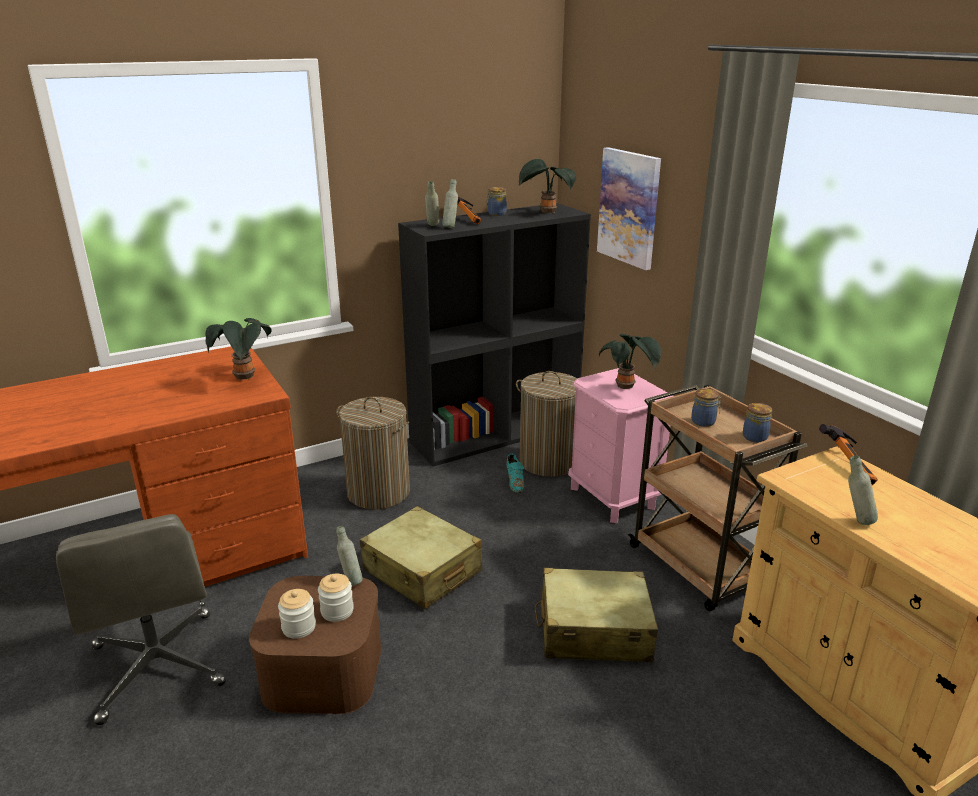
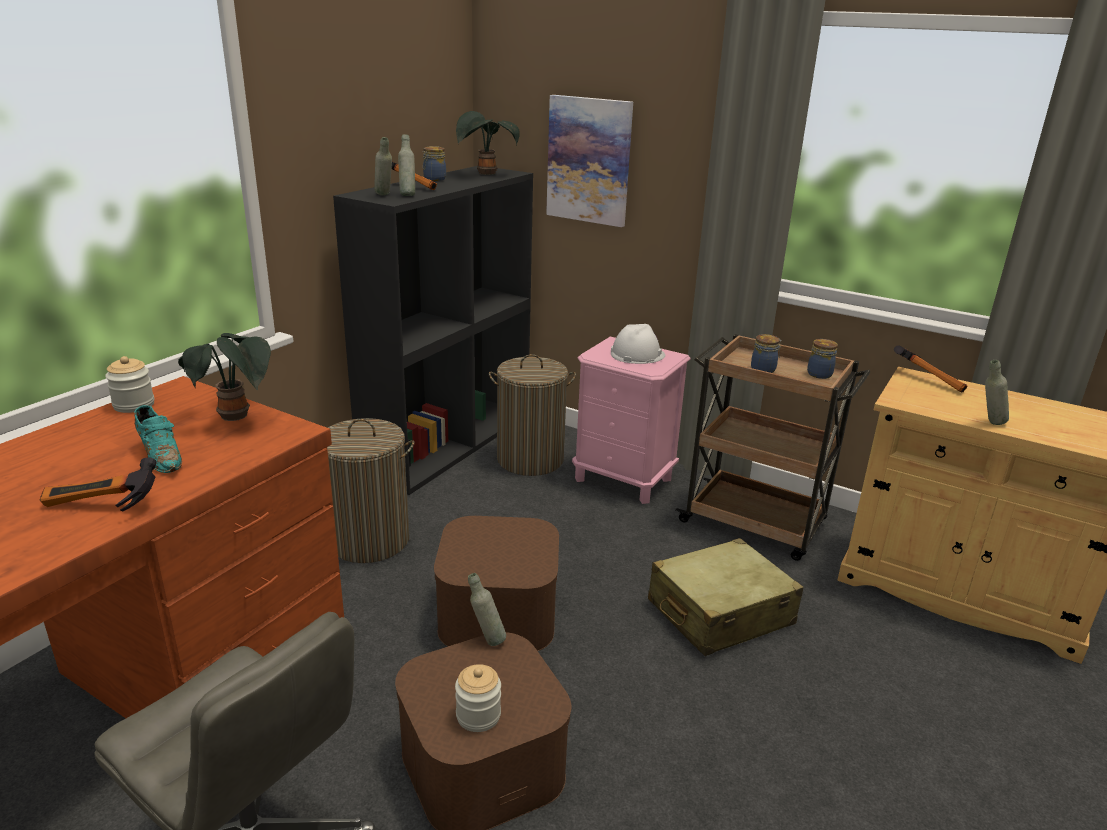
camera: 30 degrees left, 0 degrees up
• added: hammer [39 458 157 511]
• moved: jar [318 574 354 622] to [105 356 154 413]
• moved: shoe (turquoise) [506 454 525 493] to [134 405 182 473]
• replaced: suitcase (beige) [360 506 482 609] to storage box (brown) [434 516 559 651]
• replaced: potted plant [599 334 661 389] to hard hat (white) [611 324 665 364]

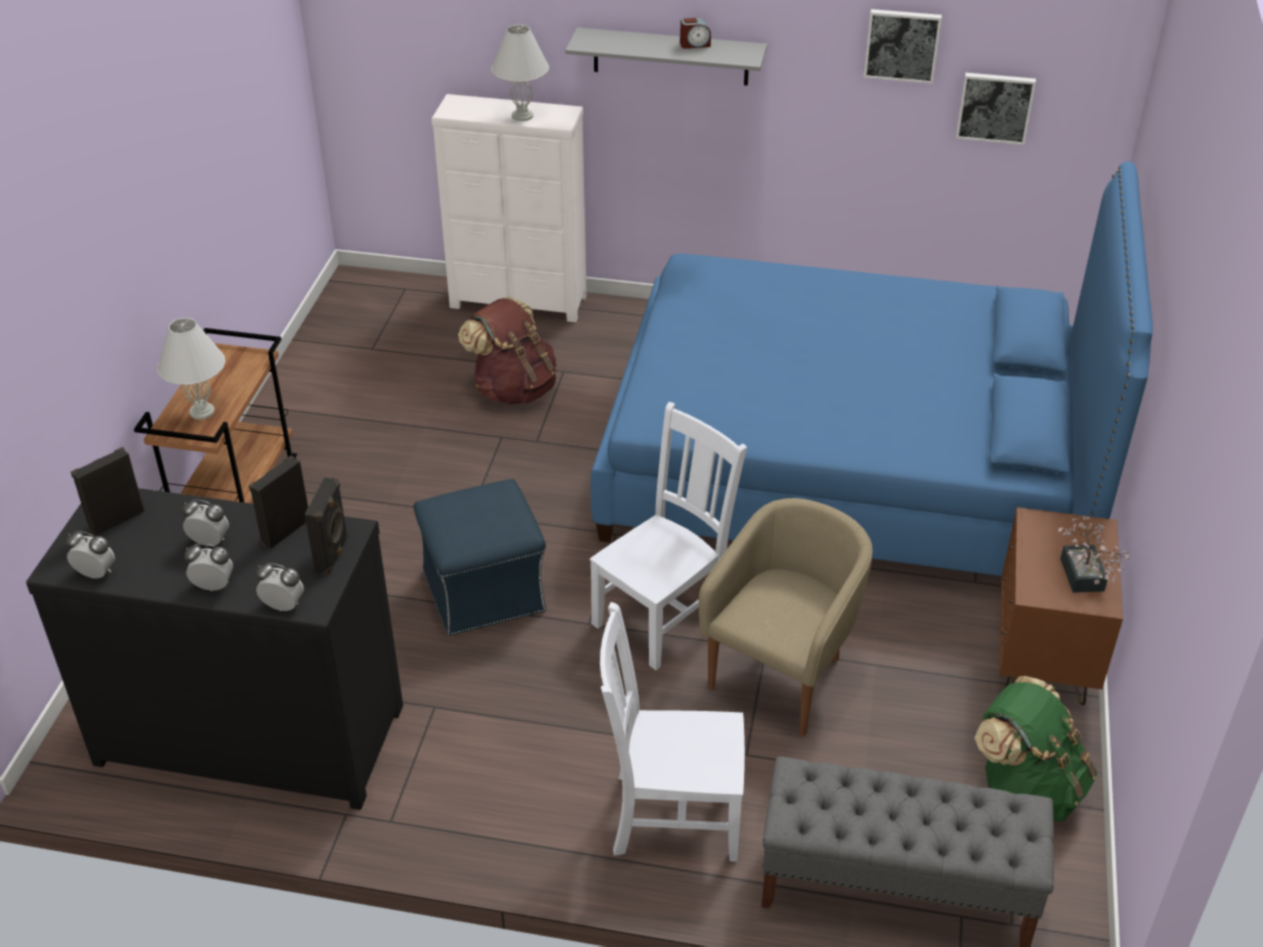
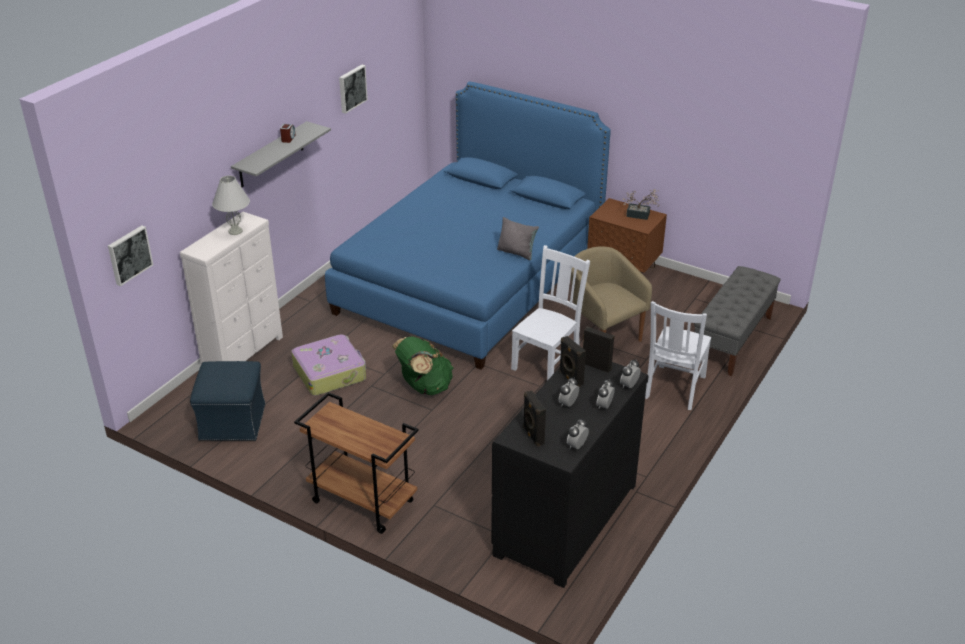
camera: 70 degrees left, 5 degrees down
• removed: table lamp (white) [157 318 225 420]
• added: pillow (grey) [497 217 539 260]
• moved: ottoman (blue) [413 479 546 635] to [190 361 265 441]
• moved: picture [956 73 1036 145] to [108 226 153 286]
• moved: backpack (green) [975 676 1097 822] to [392 337 453 395]
• replaced: backpack (brown) [458 297 556 404] to suitcase [291 335 366 396]
• turned: chair (white) [590 402 747 670] = [511 245 590 381] 60 degrees clockwise

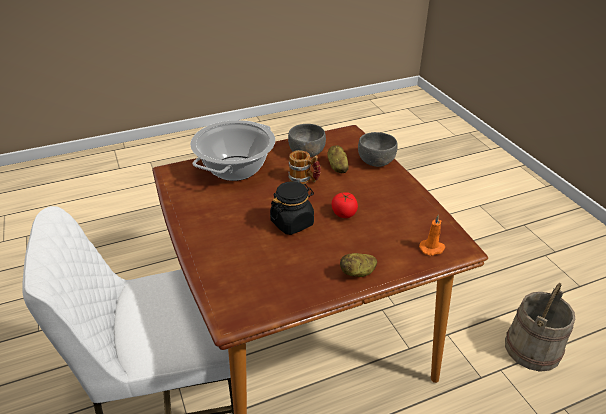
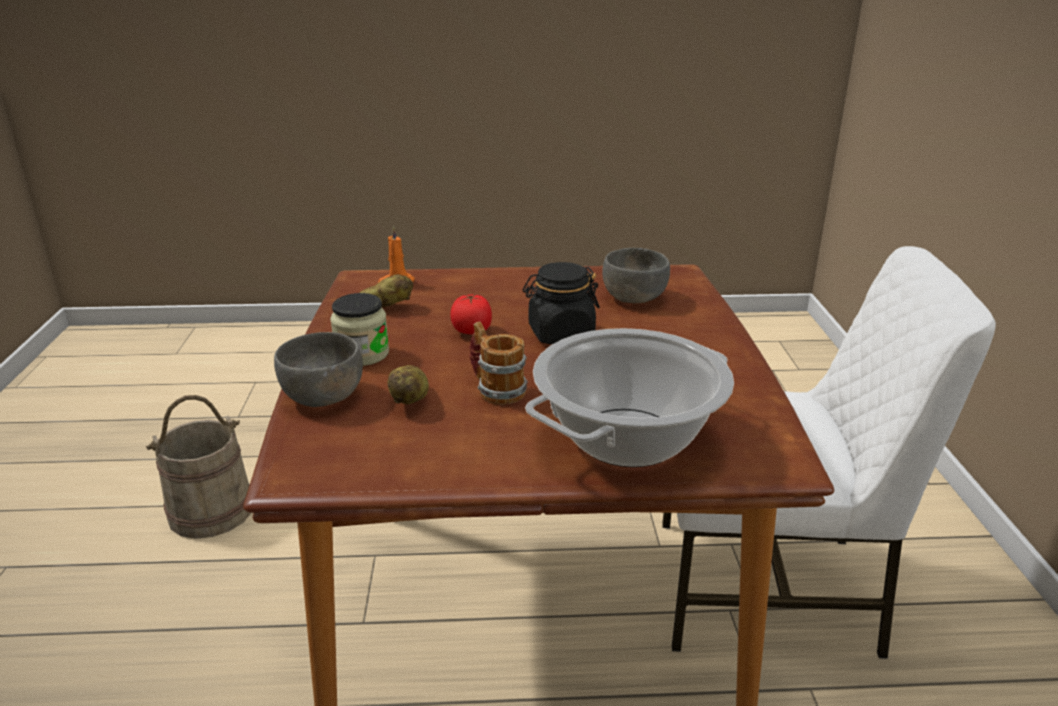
camera: 160 degrees left, 10 degrees down
• added: jar [330 293 389 366]
• moved: bowl (grey) [288 124 326 157] to [602 248 670 303]
• moved: potato [340 253 377 277] to [359 274 413 308]

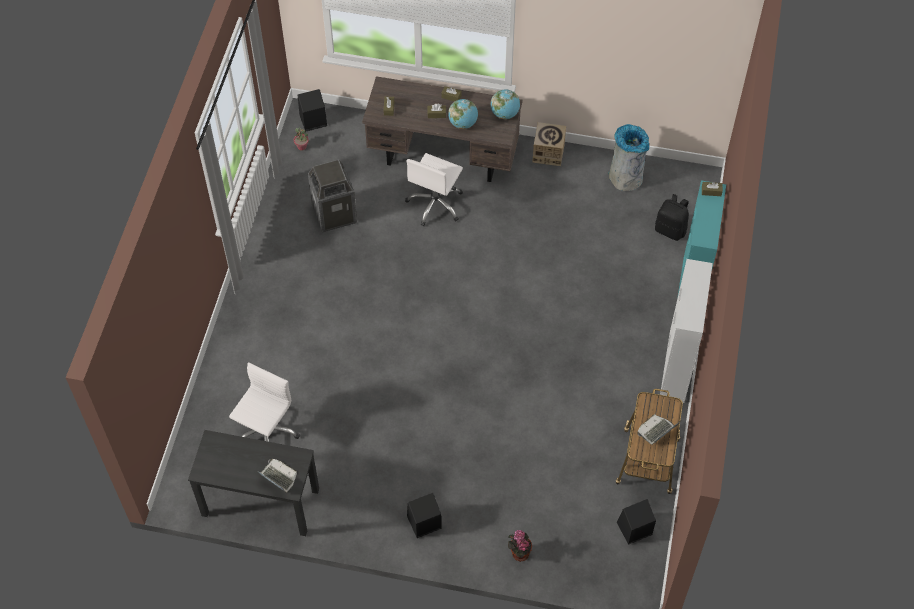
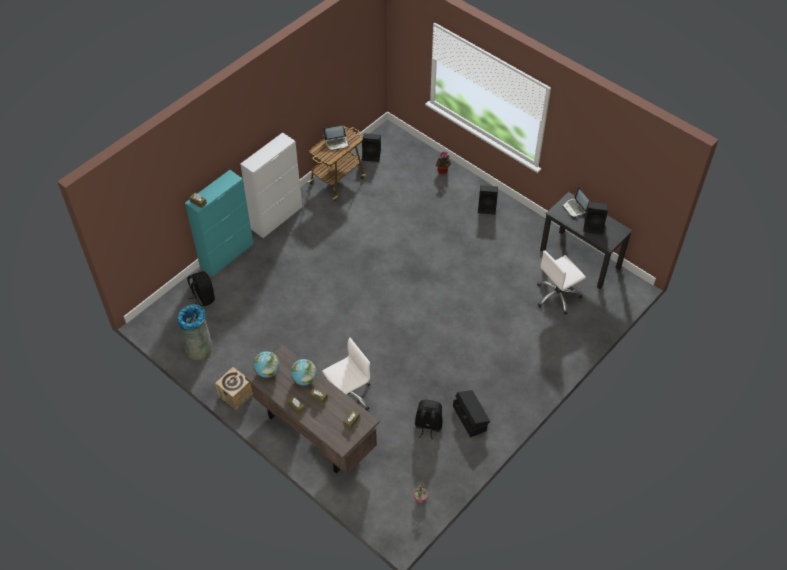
camera: 150 degrees left, 5 degrees down
• added: storage box (black) [453 390 490 438]
• moved: speaker (black) [298 89 327 132] to [583 202 608 235]
• replaced: trash can [308 160 357 232] to backpack (black) [415 400 442 439]

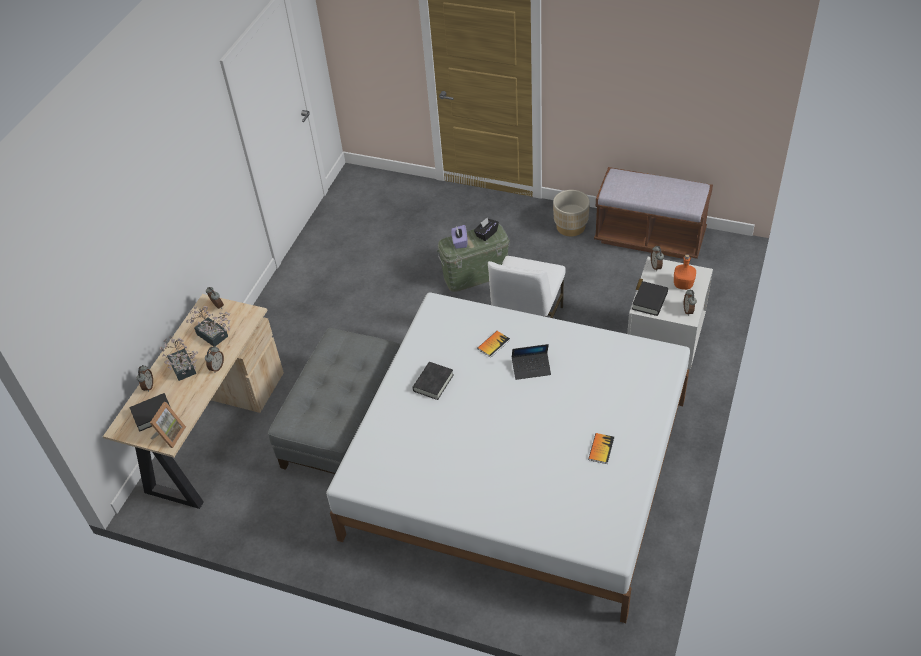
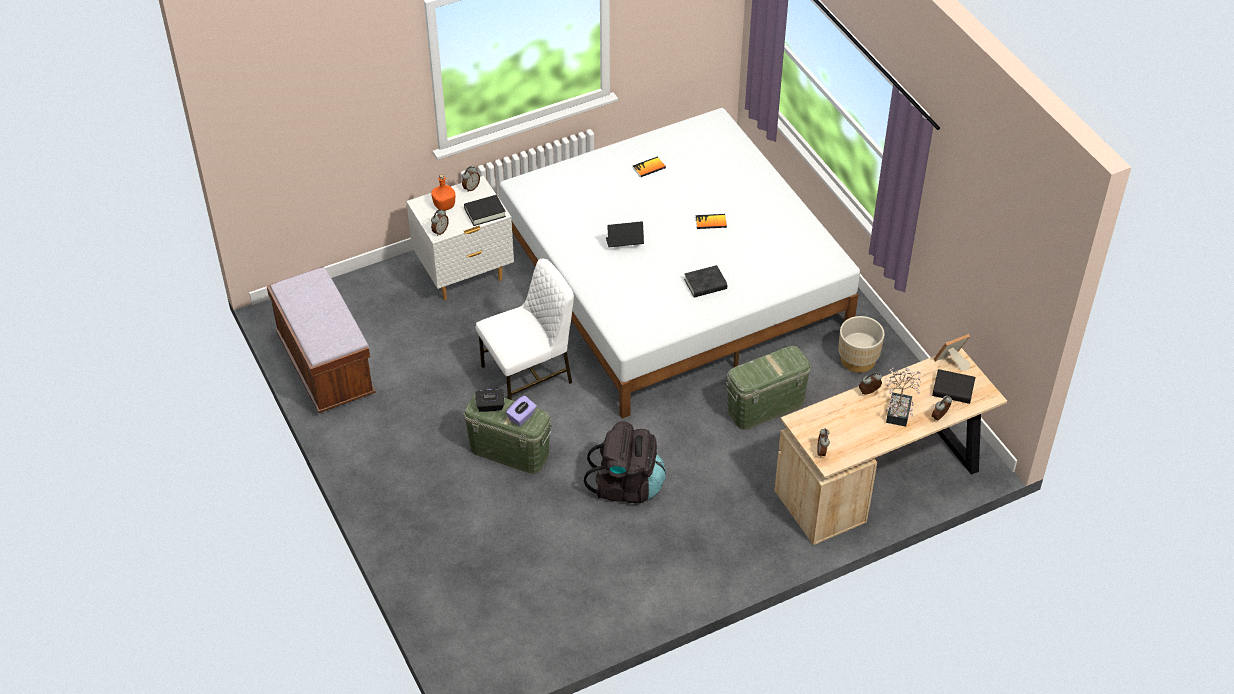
camera: 140 degrees left, 0 degrees up
• removed: potted plant [186 306 230 347]
• added: backpack (black) [584 421 666 503]
• moved: book [477 331 510 358] to [695 214 727 229]
• moved: planter (beige) [553 190 590 236] to [838 316 884 373]
• replaced: ottoman (grey) [268 328 400 474] to storage box (green) [726 346 811 430]
• turned: laptop [512 344 551 380] = [606 221 644 247] 45 degrees counterclockwise

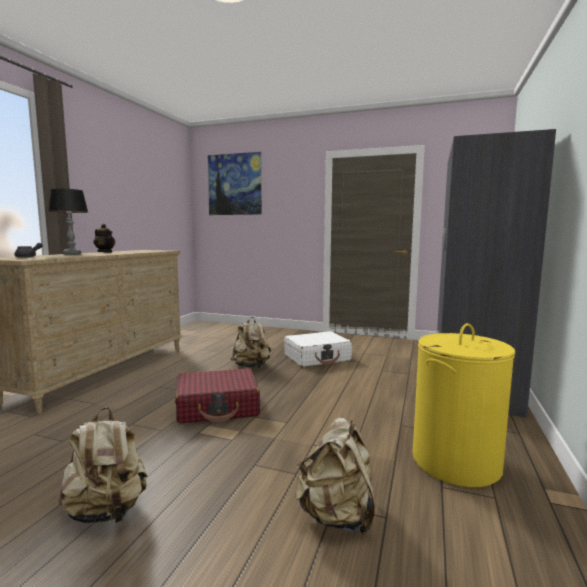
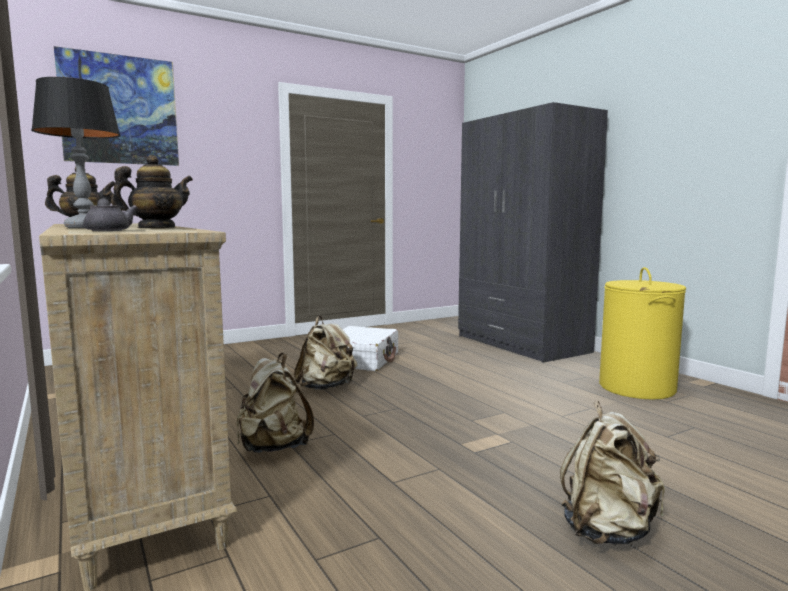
camera: 50 degrees left, 0 degrees up
• removed: suitcase (red) [175 368 260 424]
• added: teapot [111 155 193 228]
• moved: backpack (beige) [295 417 375 535] to [237 353 314 453]

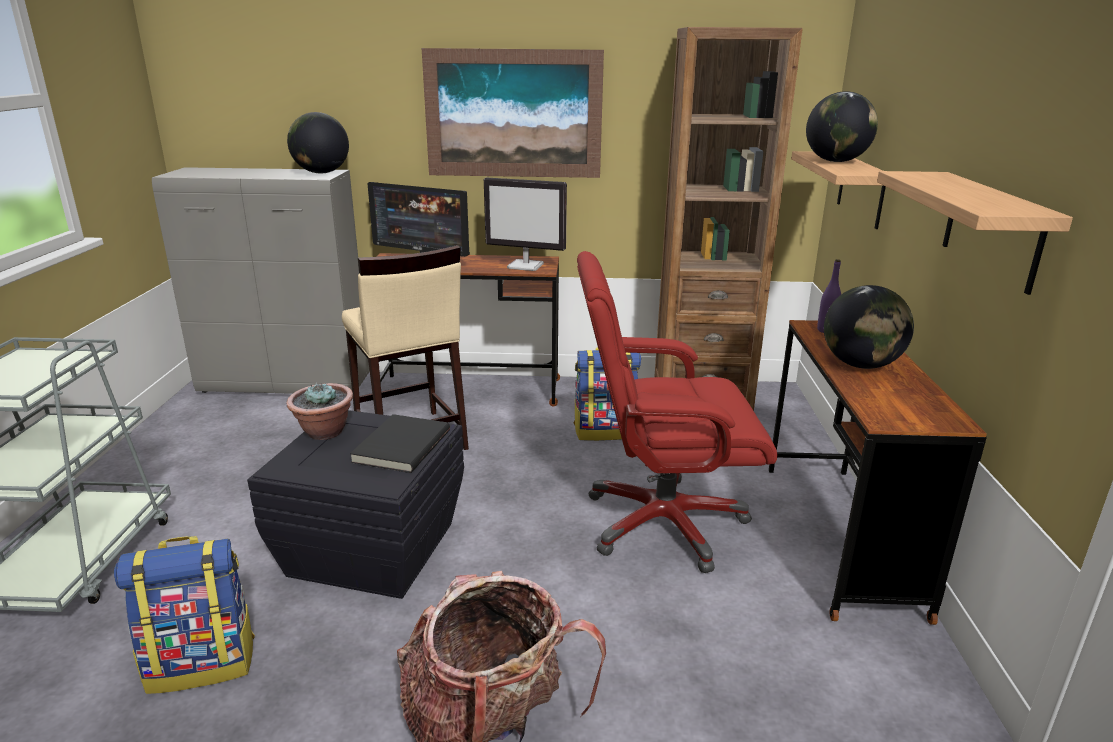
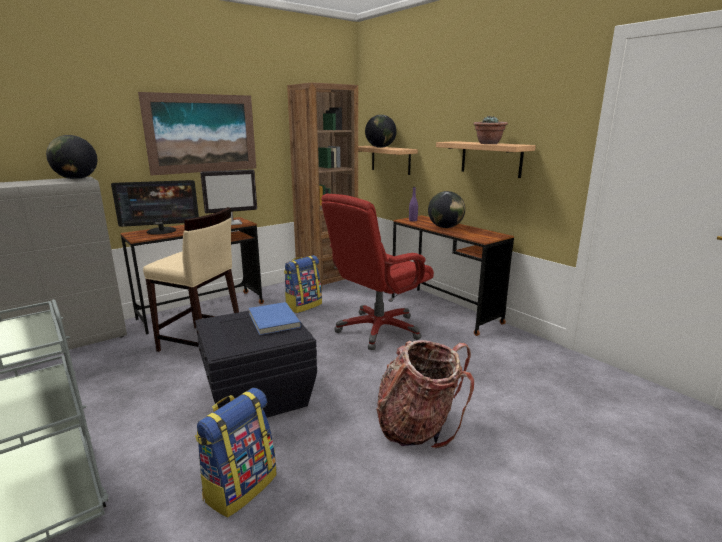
camera: 40 degrees left, 5 degrees down
• moved: potted plant [286 383 353 440] to [474 116 508 144]
• recoloured: book (black) [350 414 450 473] to book (blue) [249 302 301 335]

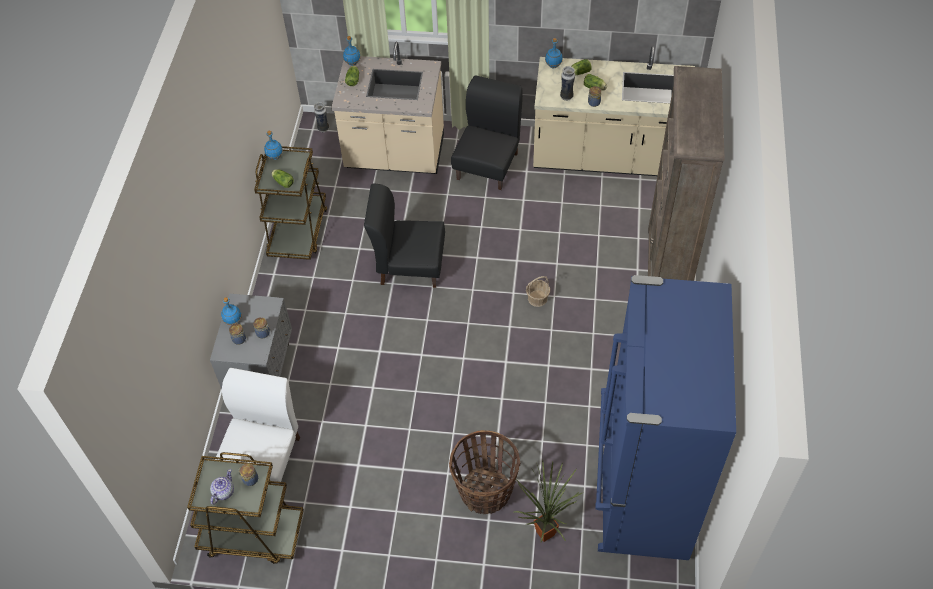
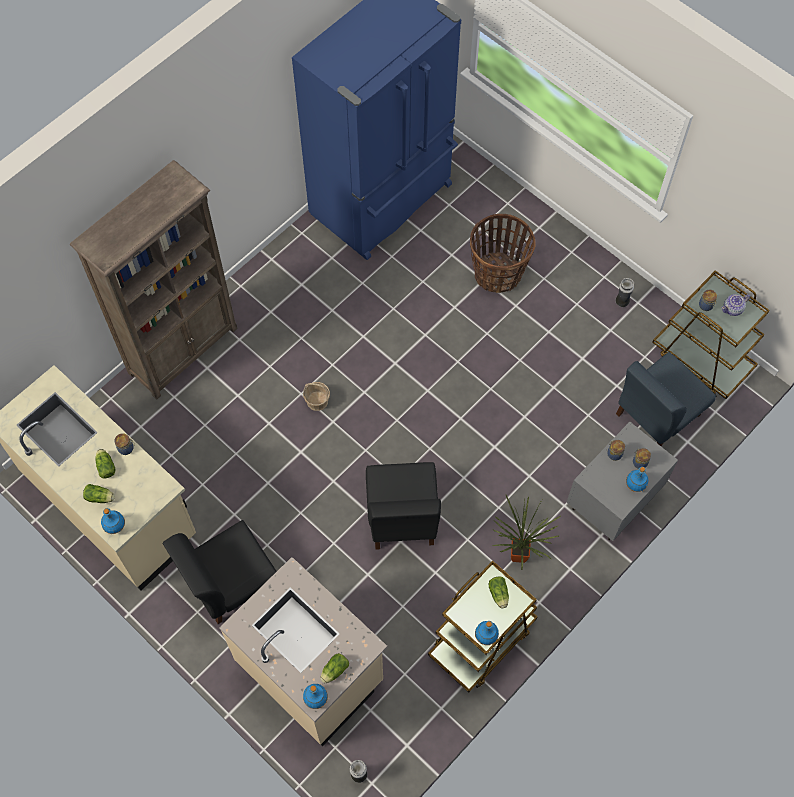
camera: 145 degrees left, 10 degrees up
• moved: potted plant [514 460 582 542] to [493 495 561 570]
• moved: vase [560 66 575 101] to [615 278 634 307]
• recoloured: chair (white) [215 368 300 484] to chair (blue) [616 352 716 446]
• turned: chair (black) [364 183 445 288] = [366 462 441 550] 45 degrees clockwise

